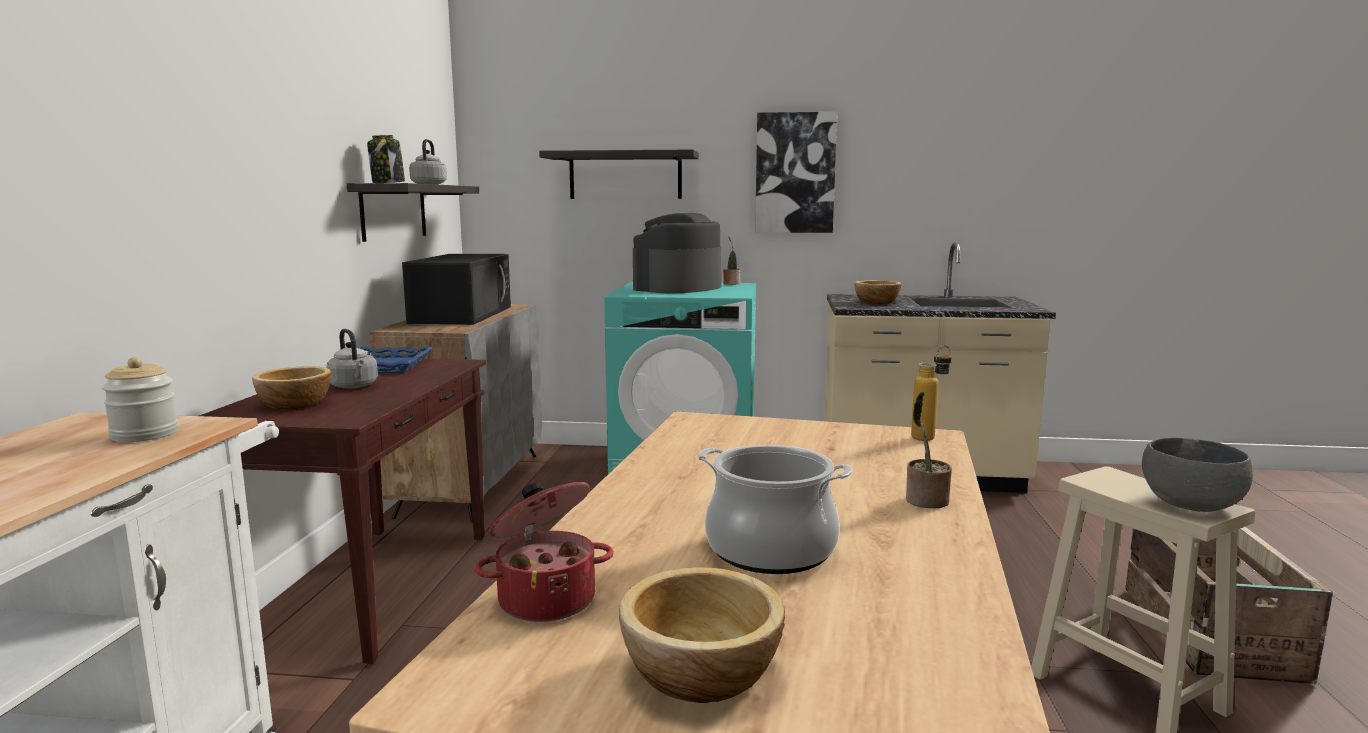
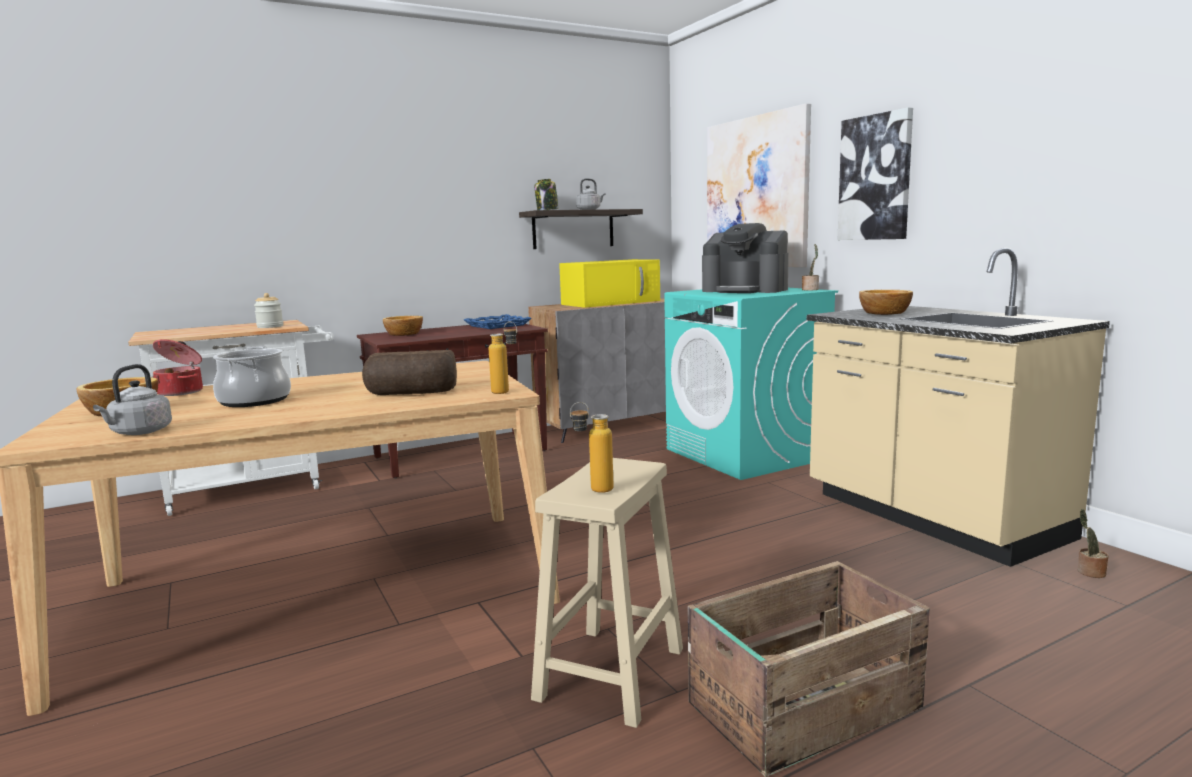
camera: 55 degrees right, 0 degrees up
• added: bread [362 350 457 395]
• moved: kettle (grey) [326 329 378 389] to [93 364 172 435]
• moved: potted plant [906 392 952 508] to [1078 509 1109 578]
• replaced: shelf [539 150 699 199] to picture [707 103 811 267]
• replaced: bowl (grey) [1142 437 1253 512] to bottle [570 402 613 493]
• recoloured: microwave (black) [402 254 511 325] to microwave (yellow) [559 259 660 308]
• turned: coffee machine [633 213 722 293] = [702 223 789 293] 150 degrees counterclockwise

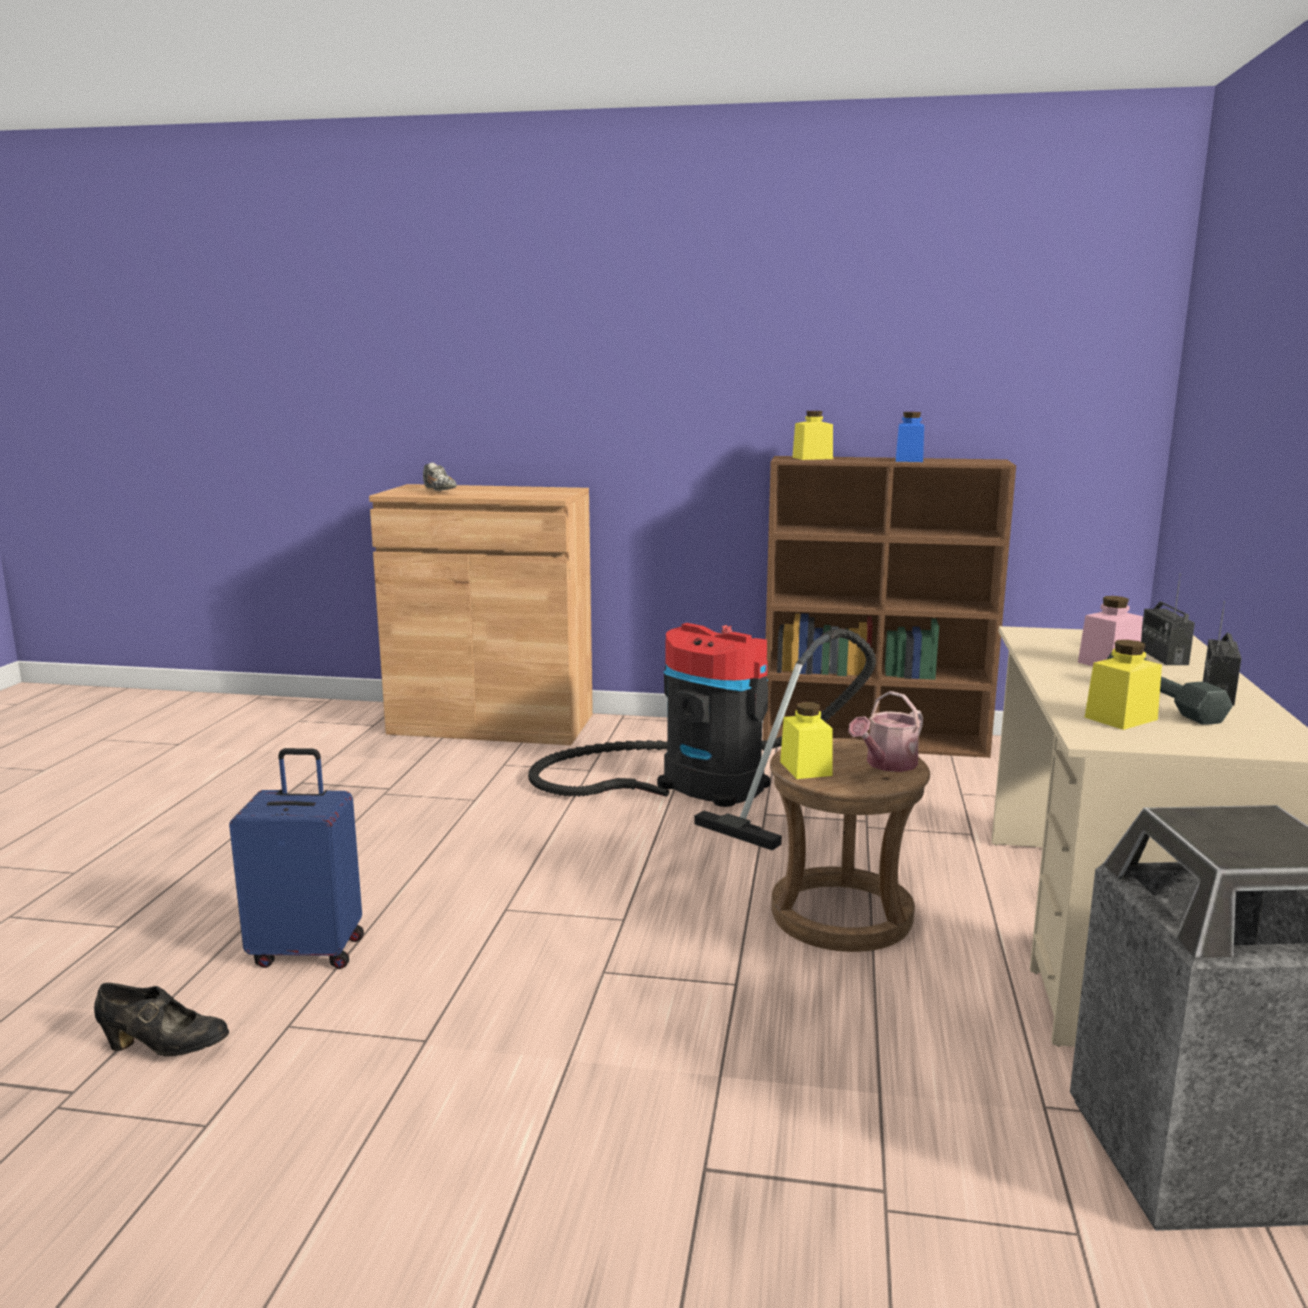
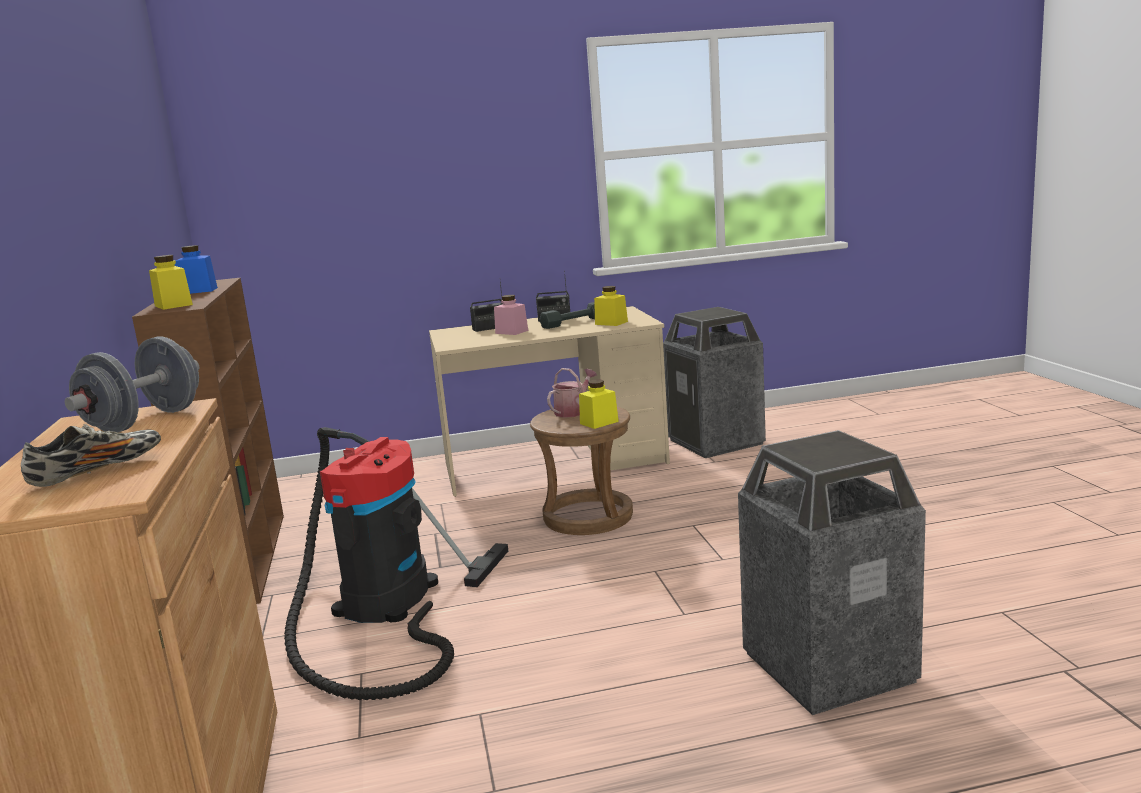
camera: 110 degrees left, 0 degrees up
• removed: shoe (black) [94 983 229 1056]
• added: dumbbell (grey) [65 337 199 432]
• replaced: suitcase (blue) [229 748 364 969] to trash can [738 430 926 715]
• turned: watering can [848 691 923 772] = [547 368 597 418] 75 degrees counterclockwise

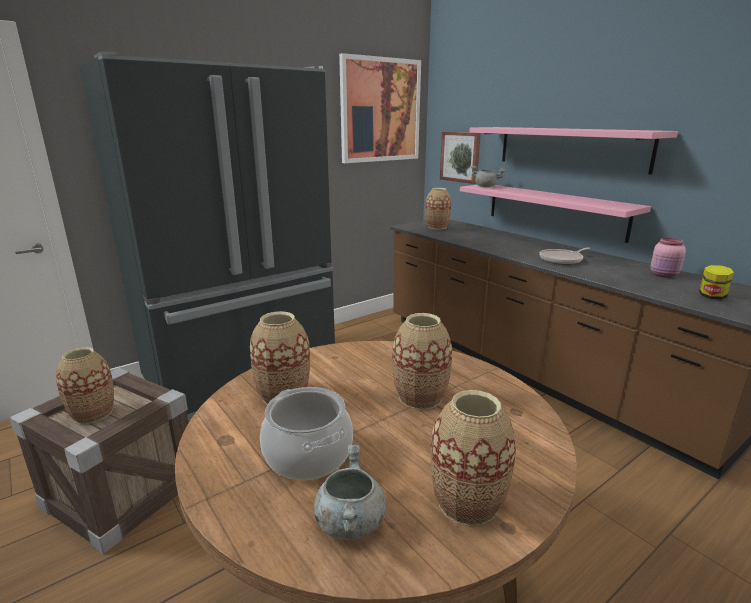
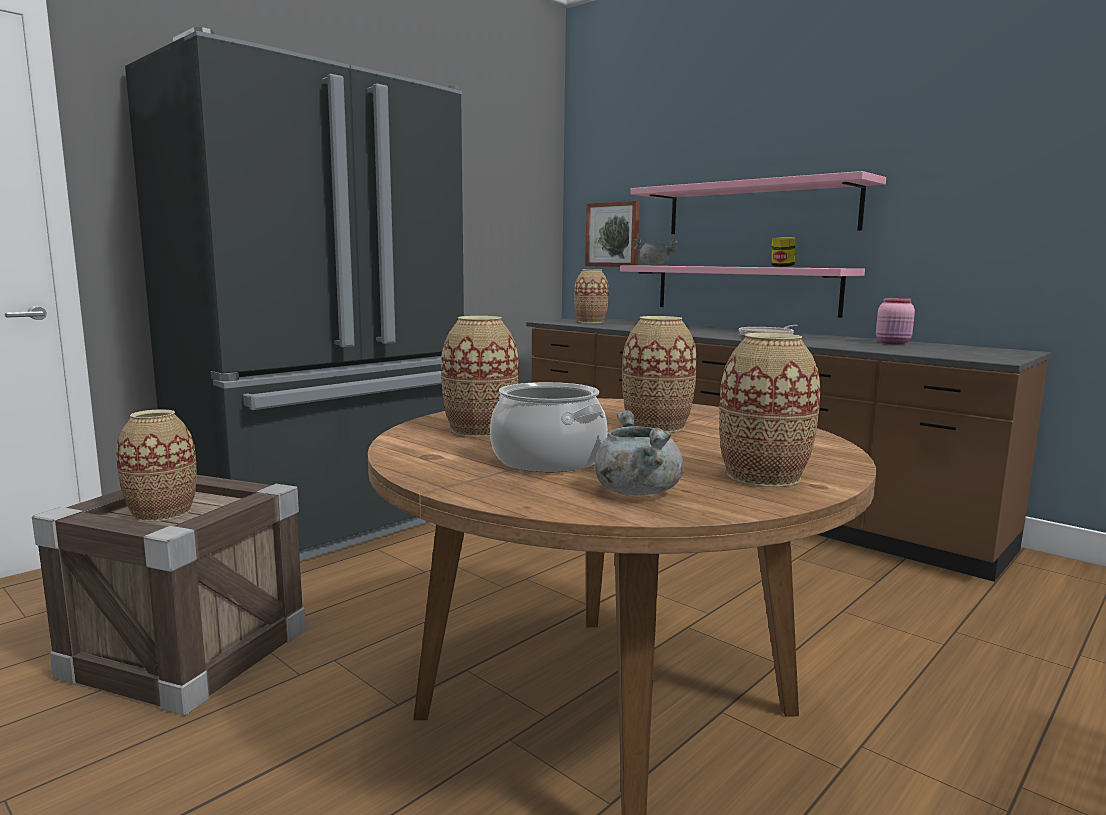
camera: 10 degrees left, 10 degrees down
• removed: picture [339 53 421 163]
• moved: jar [699 265 734 300] to [771 237 796 267]

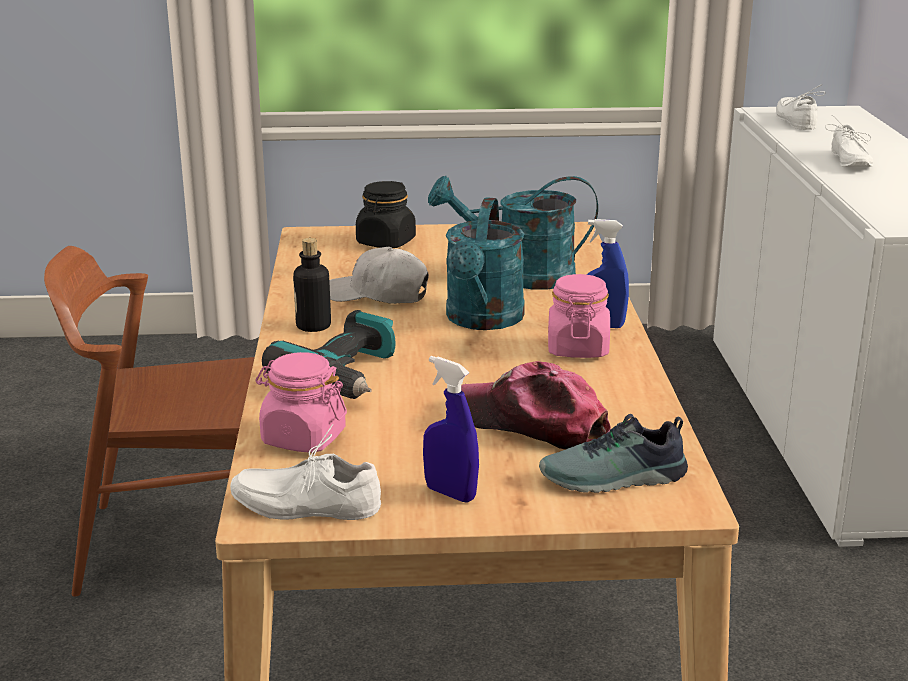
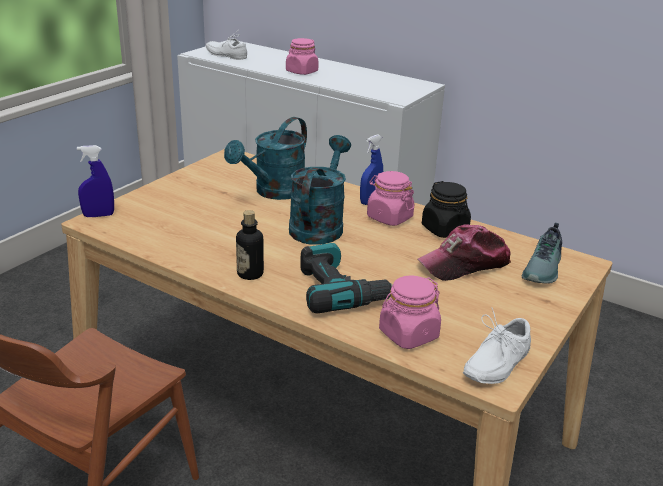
camera: 55 degrees left, 5 degrees up
• removed: cap (white) [329 247 429 304]
• moved: jar (black) [356 181 416 248] to [422 181 471 238]
• moved: spray bottle (blue) [423 356 479 503] to [77 145 114 217]
• replaced: shoe (white) [825 115 873 167] to jar (pink) [286 38 319 75]
• turned: watering can (turquoise) [446 197 525 330] = [289 135 351 245] 120 degrees counterclockwise

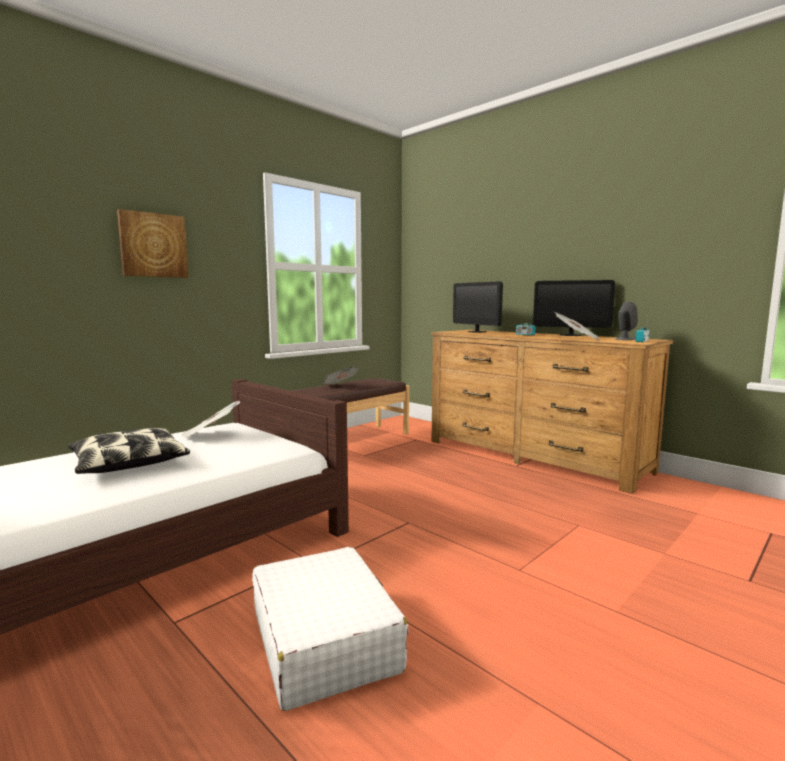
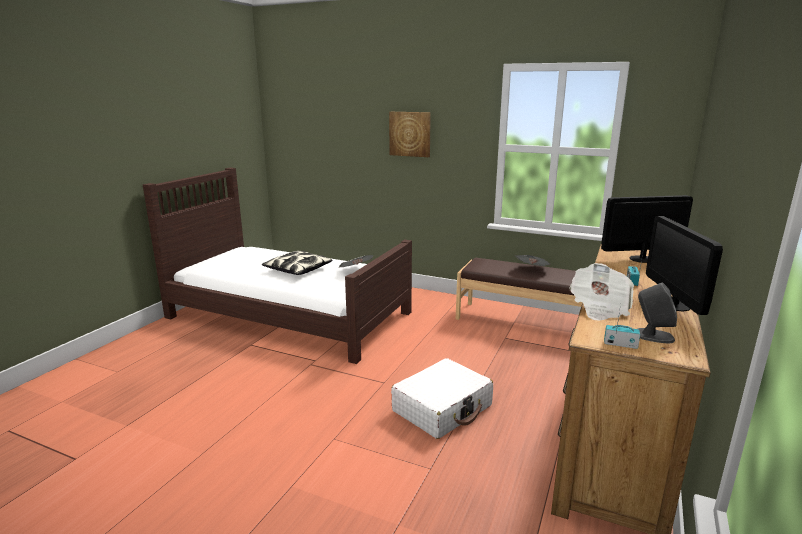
camera: 70 degrees right, 10 degrees up
• moved: suitcase (white) [252 547 408 711] to [391 358 493 439]
• turned: monitor [453 282 503 333] = [601 195 693 263] 45 degrees clockwise

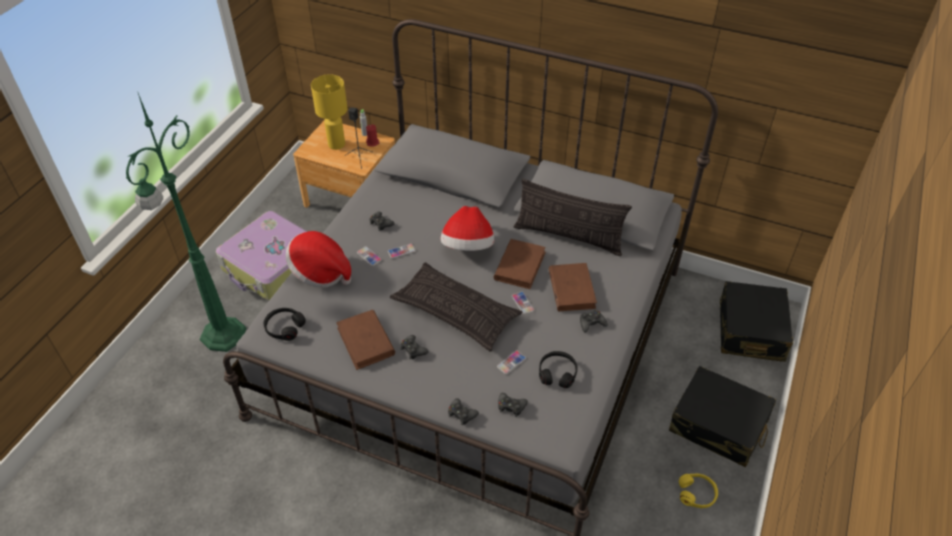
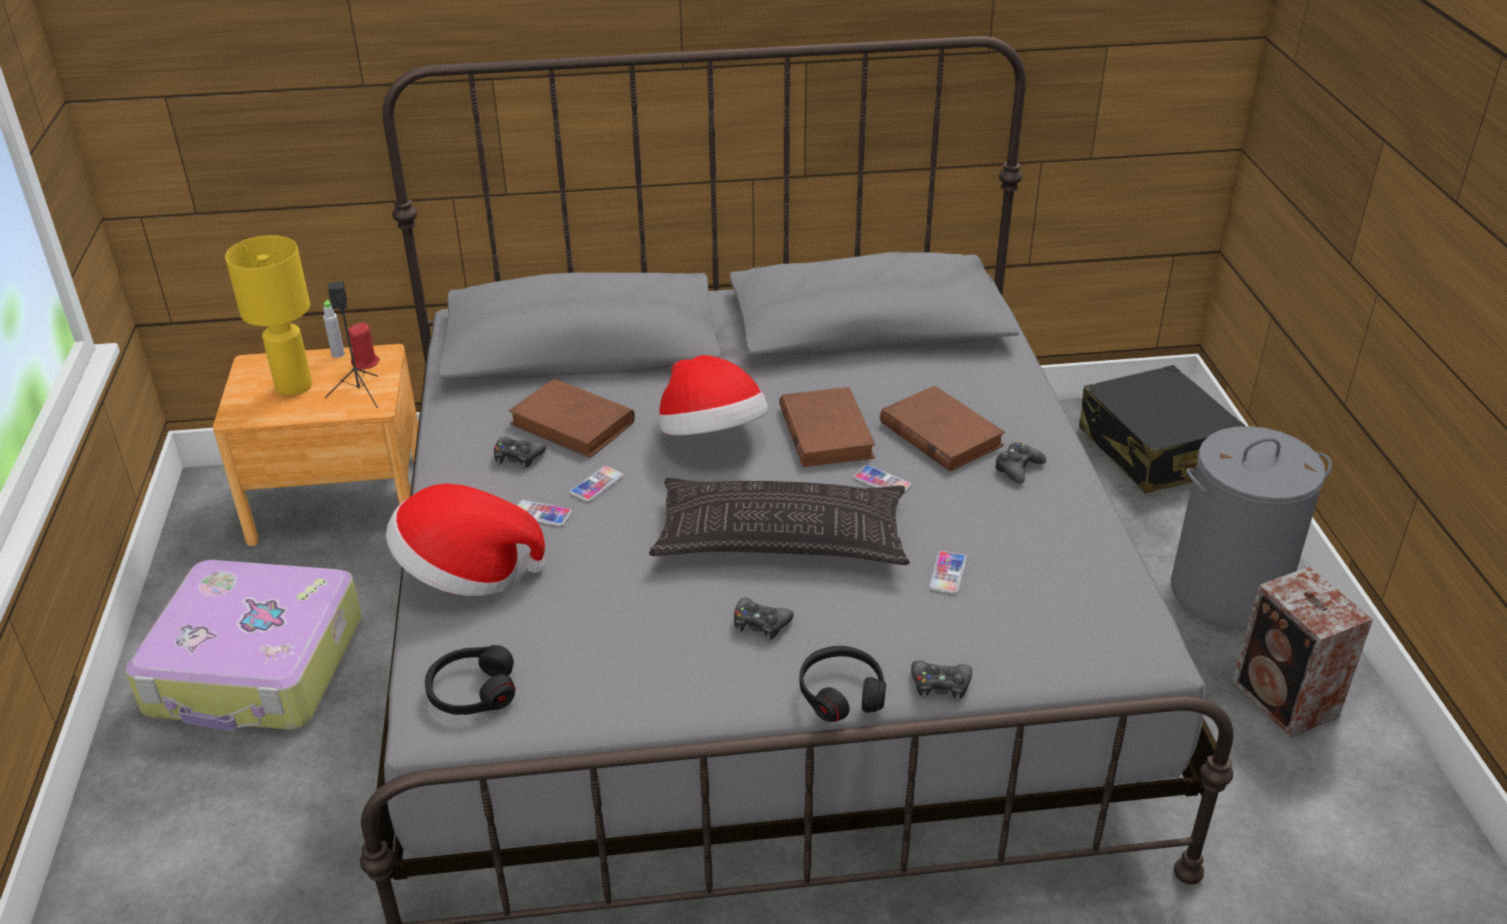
camera: 30 degrees left, 10 degrees down
• removed: floor lamp (green) [126 93 246 352]
• removed: game controller (black) [498 393 528 417]
• removed: pillow [514 179 632 256]
• moved: book (brown) [336 310 395 370] to [509 379 635 458]
• moved: headphones (black) [539 351 578 388] to [799 646 886 722]
• replaced: suitcase (black) [669 366 776 467] to laundry basket (grey) [1171 426 1332 630]
• replaced: headphones (yellow) [679 474 718 508] to speaker [1233 566 1373 737]

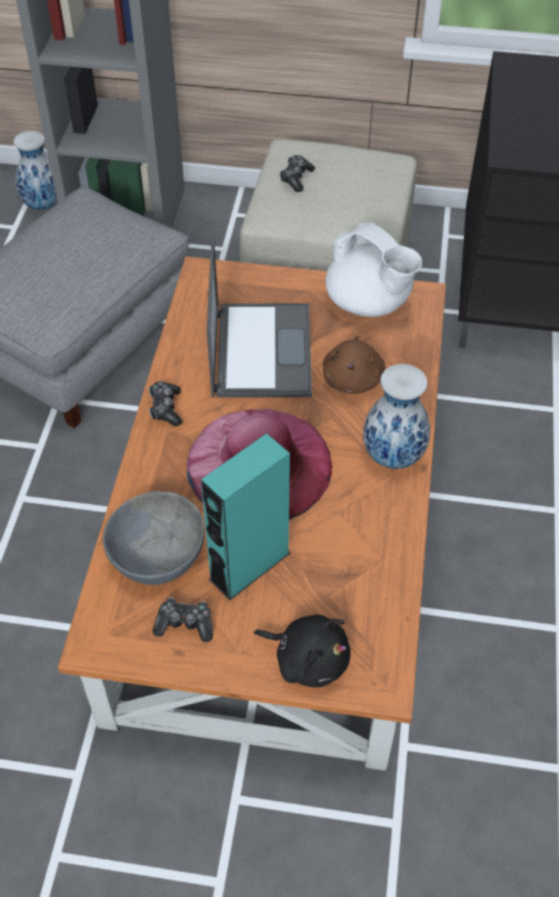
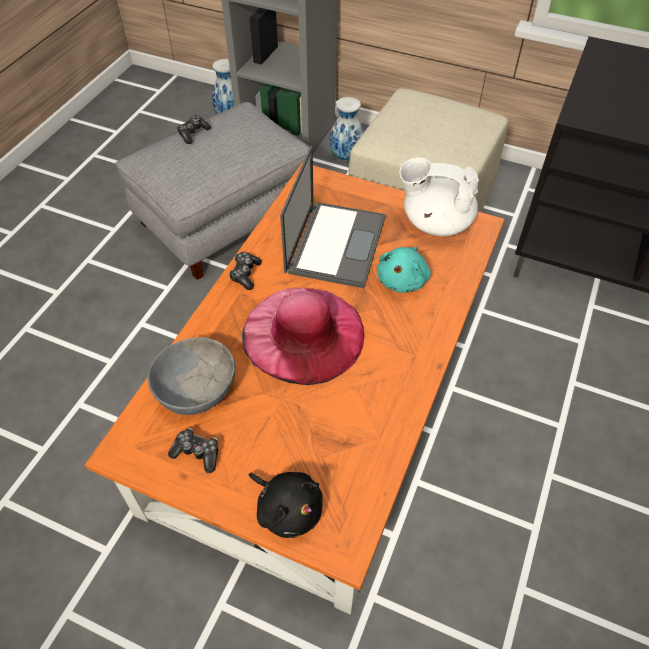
camera: 15 degrees right, 0 degrees up
• removed: speaker (turquoise) [201 433 290 601]
• moved: game controller [280 155 315 192] to [177 115 211 144]
• moved: vase [363 364 430 469] to [330 97 364 161]
• recoloured: plush toy (brown) [323 336 386 394] to plush toy (turquoise) [377 247 431 293]
• turned: teapot (white) [325 223 422 317] = [399 157 479 236] 135 degrees clockwise

